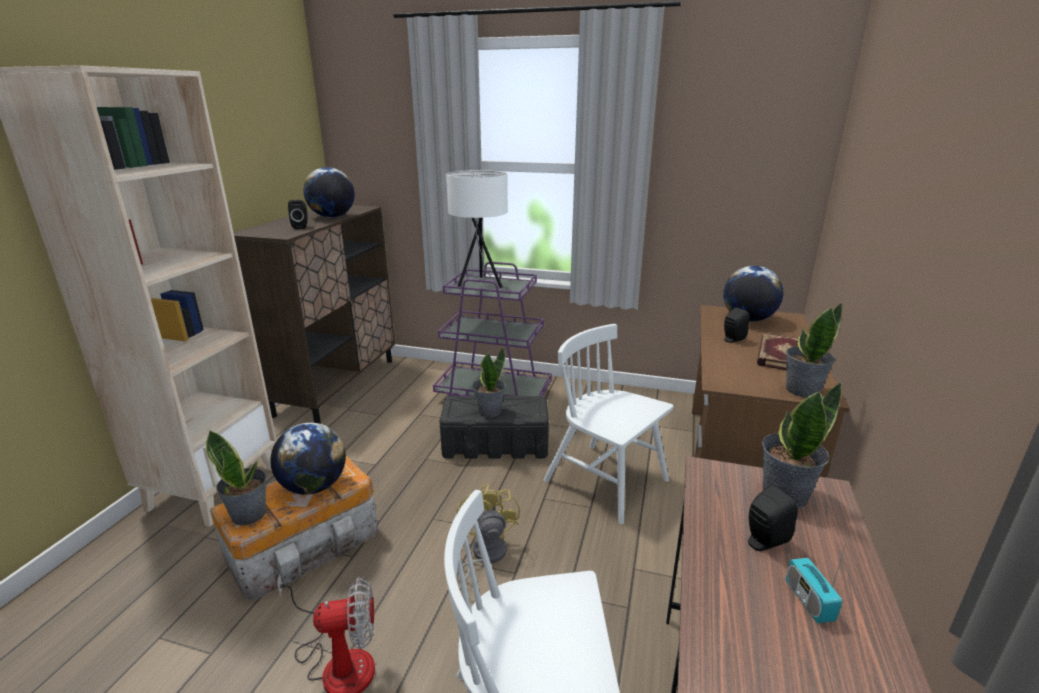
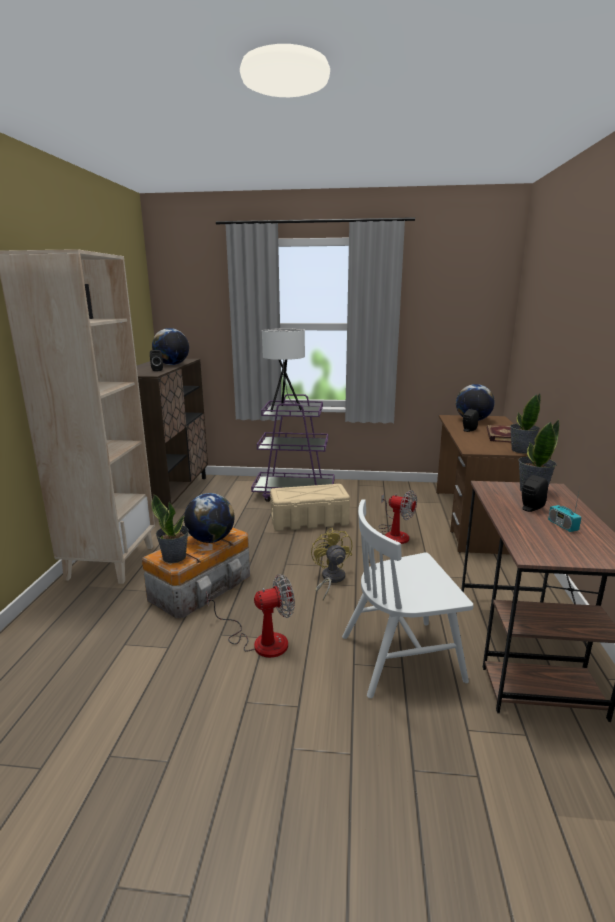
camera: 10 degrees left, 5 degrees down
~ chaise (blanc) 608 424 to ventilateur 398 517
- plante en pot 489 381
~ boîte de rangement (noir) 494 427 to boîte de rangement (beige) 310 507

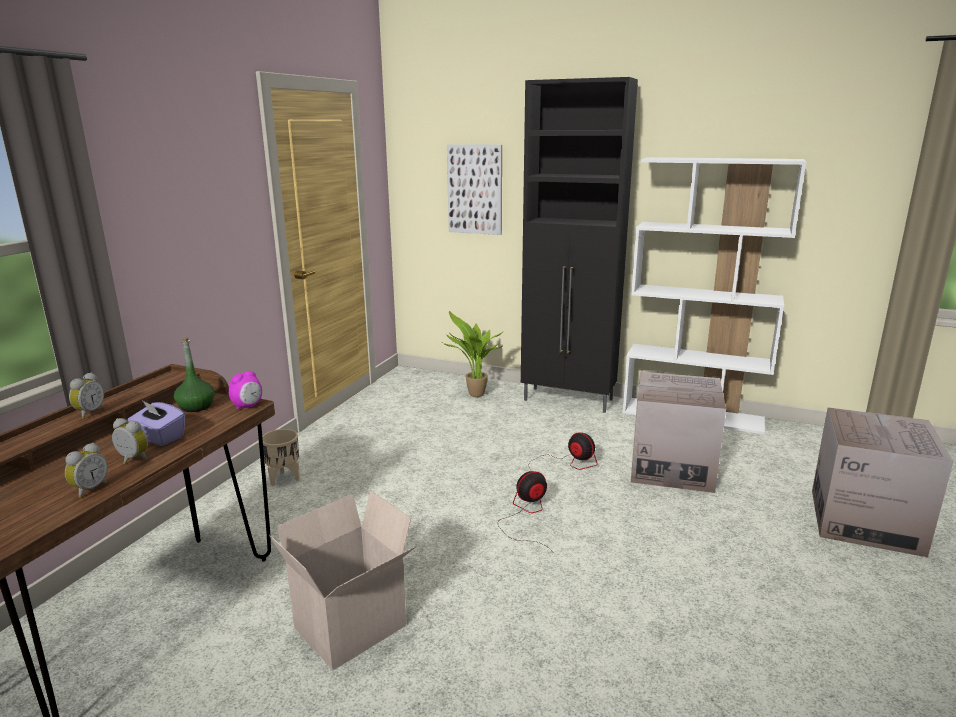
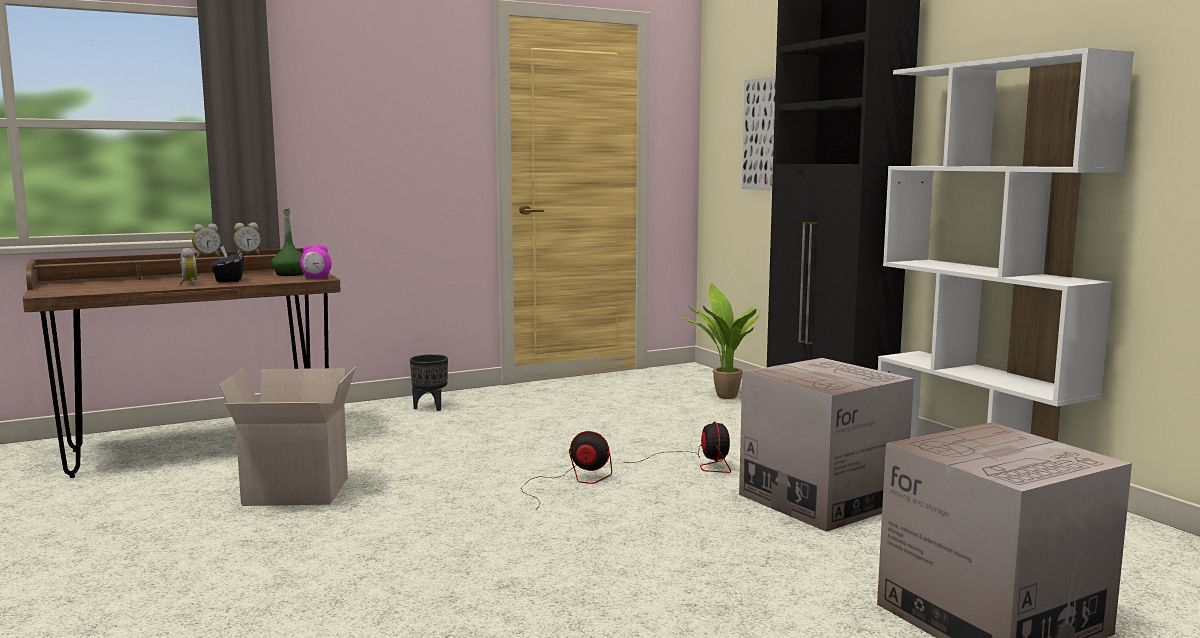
camera: 40 degrees right, 10 degrees down
~ boîte à mouchoirs (violet) 156 423 to boîte à mouchoirs (noir) 227 264
~ cache-pot (beige) 281 457 to cache-pot (noir) 429 382
~ réveil 86 470 to 247 238

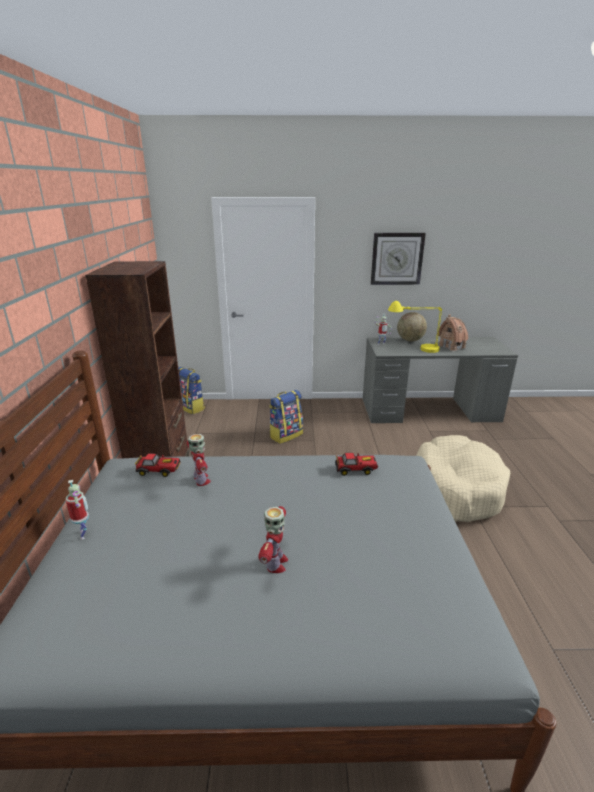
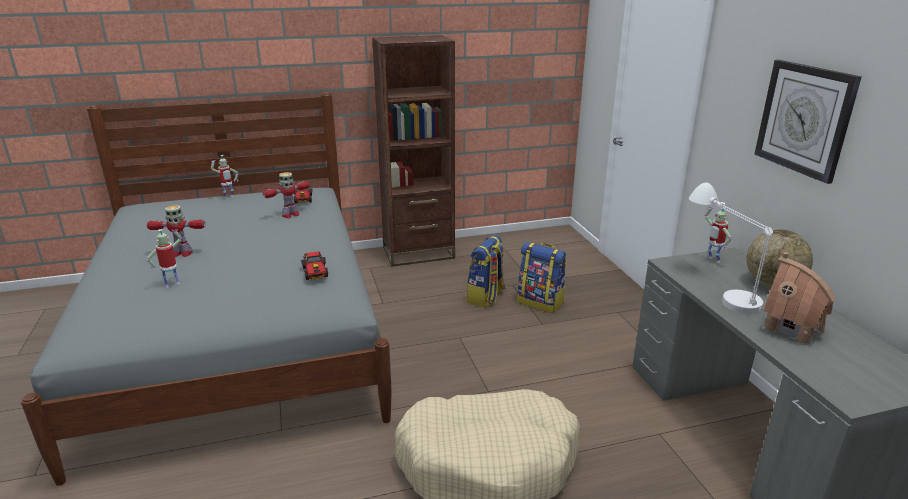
camera: 75 degrees right, 0 degrees up
~ lampe de table (jaune) 415 327 to lampe de table (blanc) 731 248
~ sac à dos 191 390 to 486 271
+ robot jouet 164 258

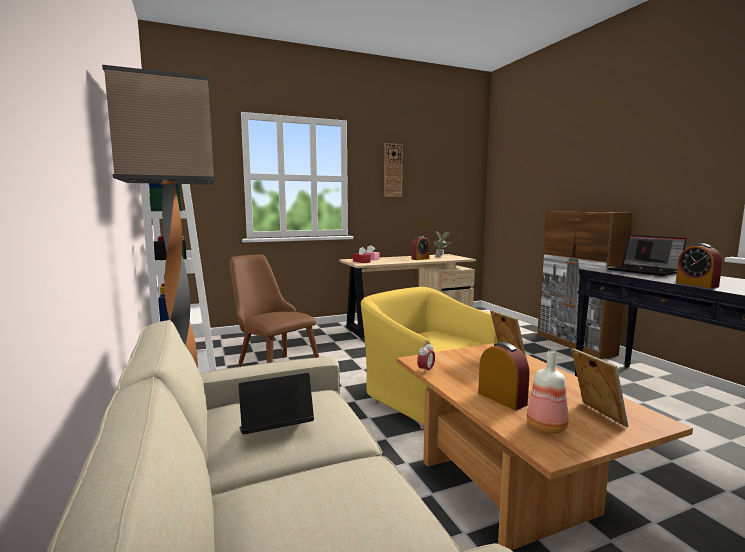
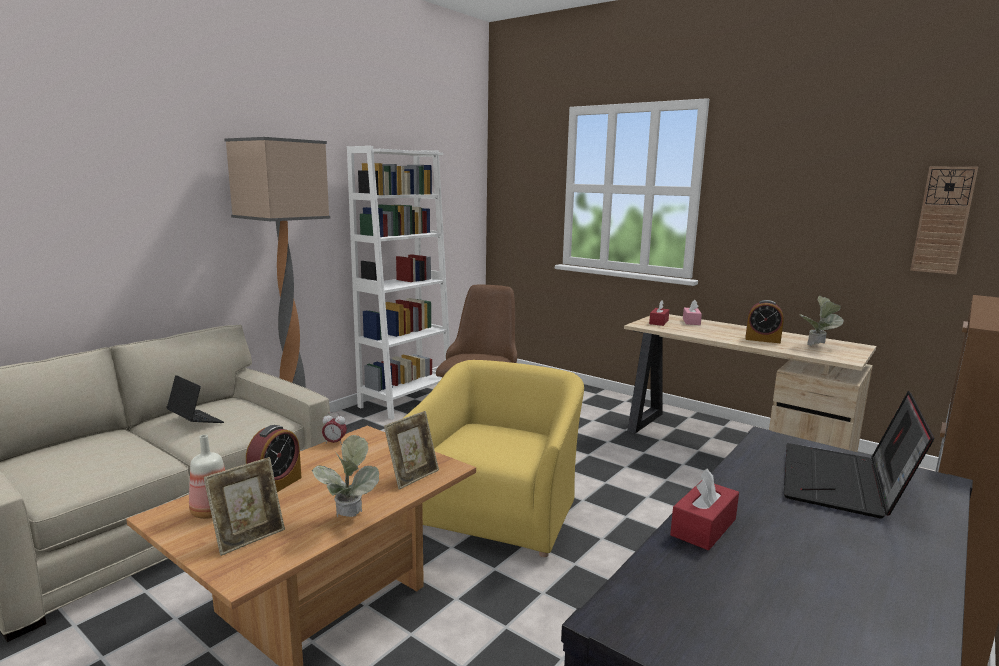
camera: 60 degrees right, 5 degrees up
~ horloge murale 393 170 to 944 221
~ réveil 699 265 to boîte à mouchoirs (rouge) 704 509
+ plante en pot 345 476

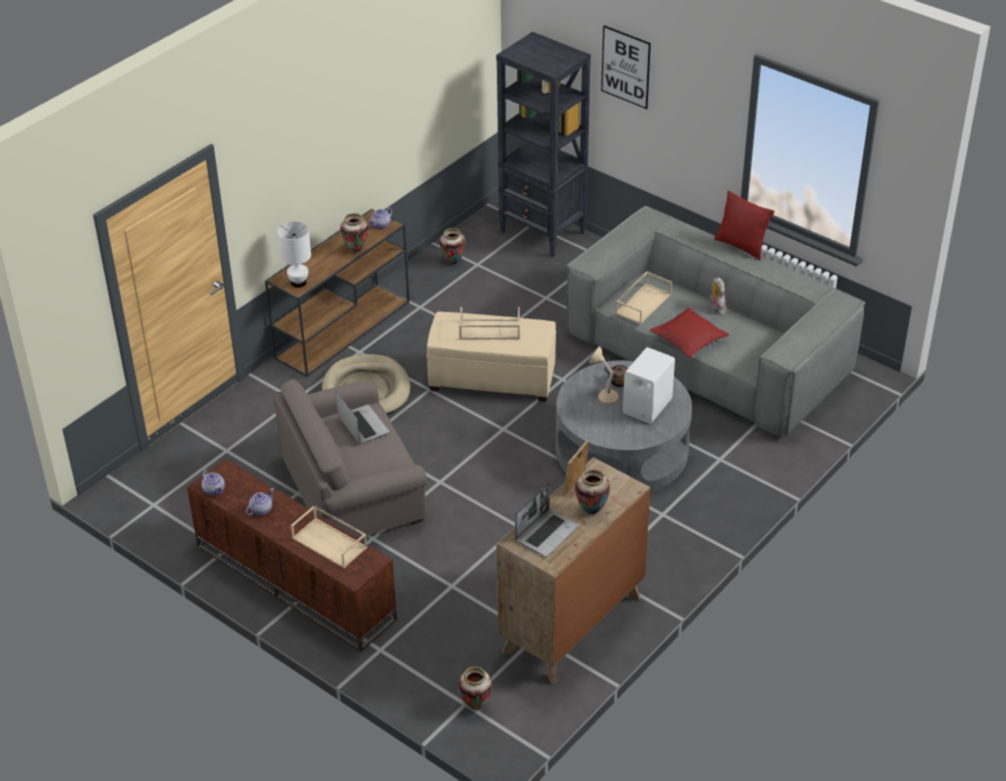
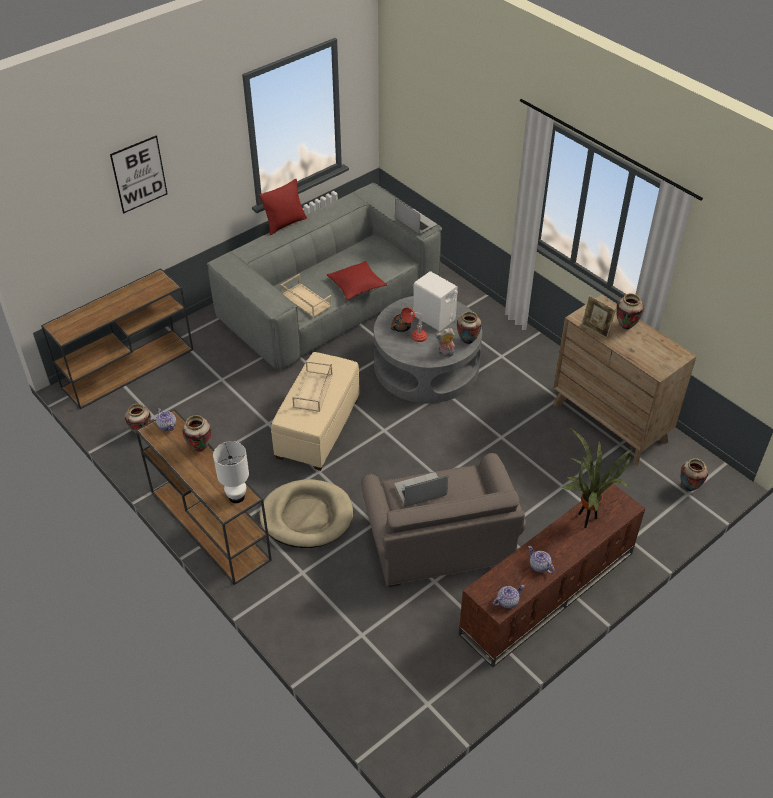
camera: 80 degrees left, 5 degrees up
~ bibliothèque (noir) 543 144 to table console (marron) 117 338
~ peluche 717 296 to 445 342
~ lampe de table (beige) 604 375 to lampe de table (rouge) 414 324
~ ordinateur portable 547 519 to 416 217
~ plateau (beige) 329 537 to plante en pot 598 478
+ vase 469 327

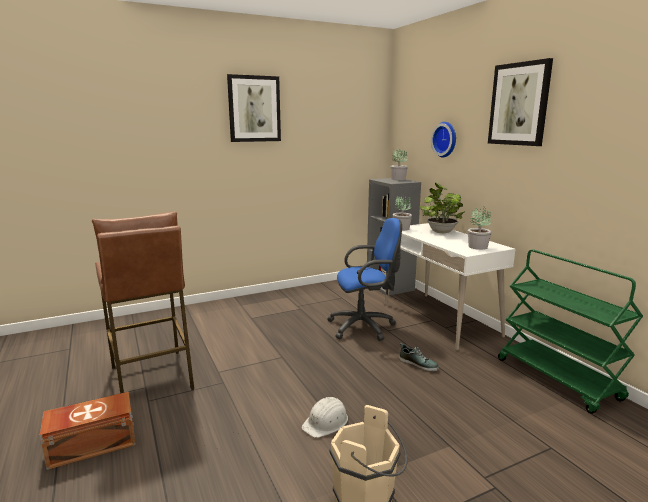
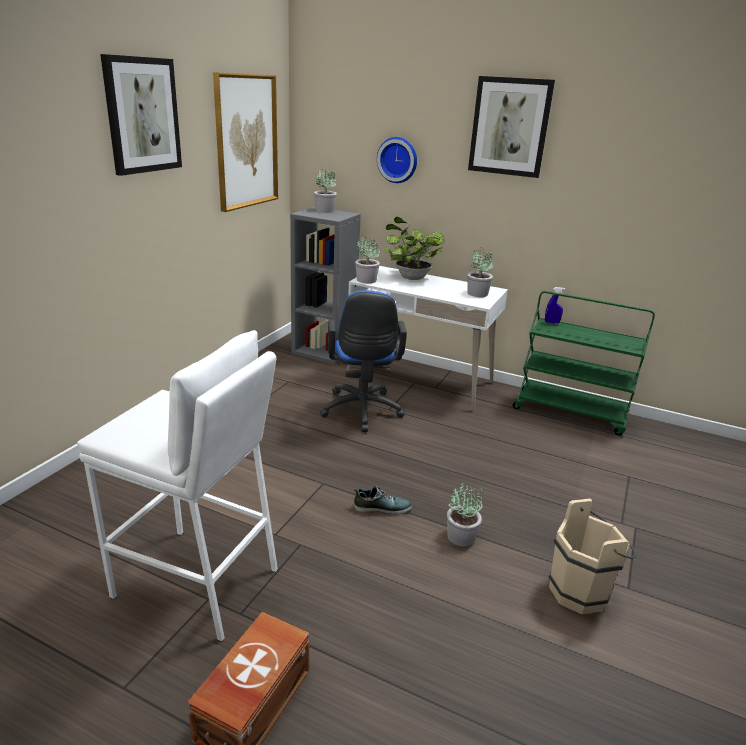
camera: 40 degrees left, 10 degrees up
~ tabouret (marron) 143 302 to tabouret (blanc) 177 486
~ chaise de bureau (bleu) 364 279 = 363 361 135 degrees clockwise
~ chaussure 419 357 to 383 500
~ casque de chantier (blanc) 325 417 to plante en pot 464 514
+ tableau 245 142
+ vaporisateur (bleu) 555 305

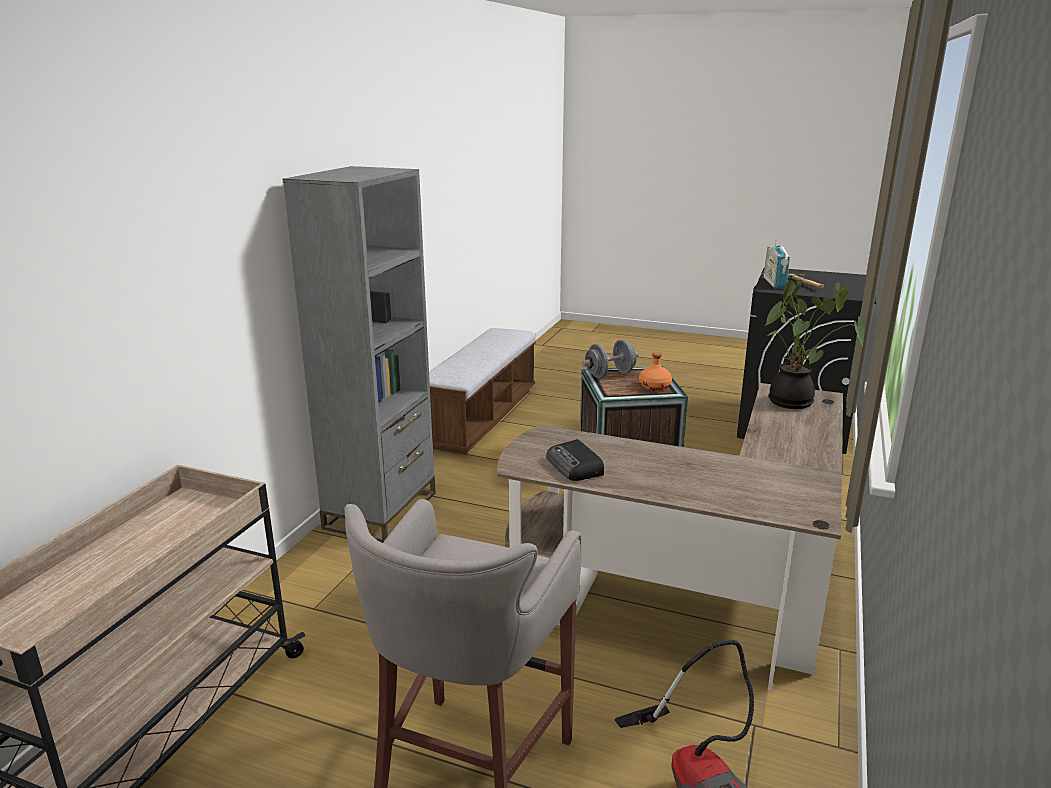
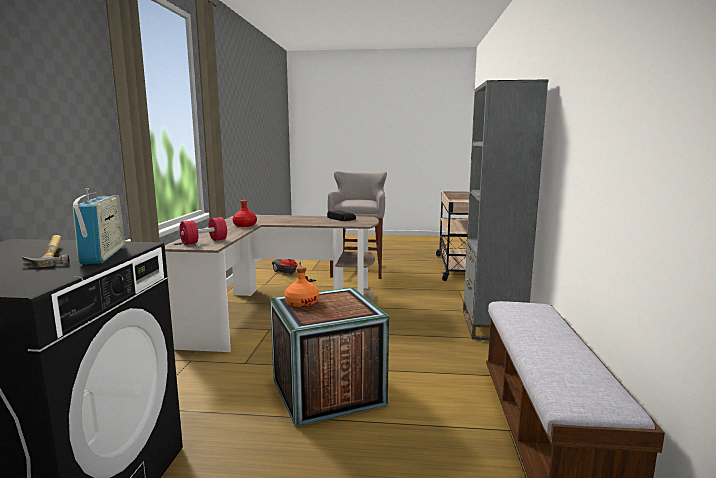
camera: 165 degrees right, 10 degrees down
~ plante en pot 814 344 to haltère (rouge) 203 231
- haltère (gris) 610 359
+ bouteille (rouge) 245 213

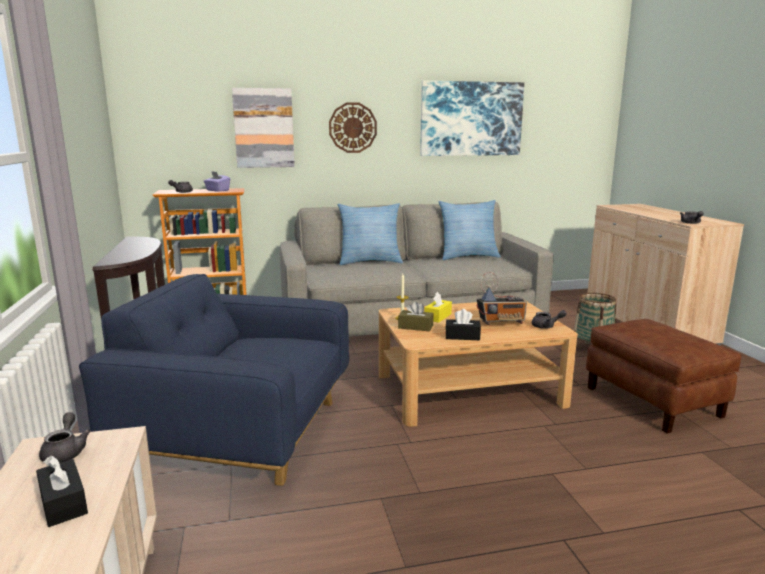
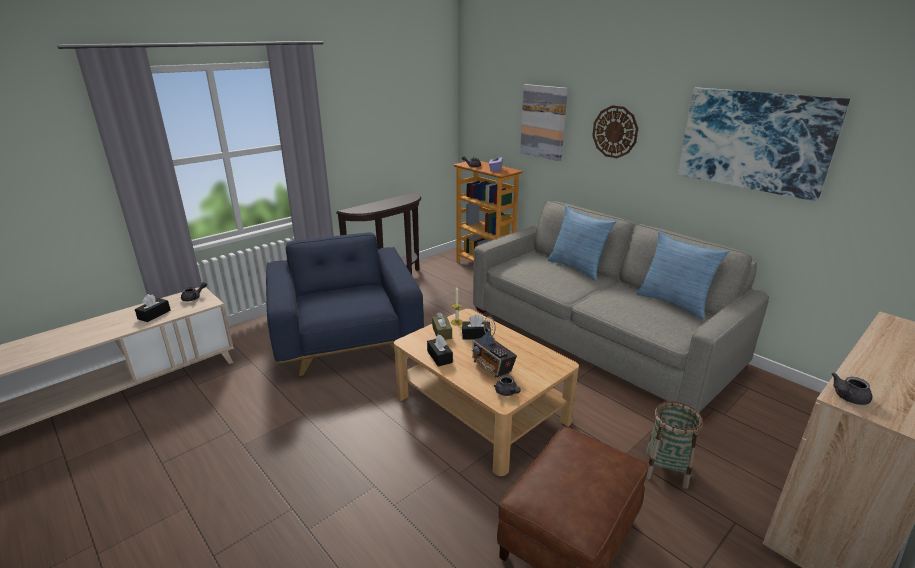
camera: 60 degrees right, 10 degrees up
~ boîte à mouchoirs (jaune) 438 307 to boîte à mouchoirs (noir) 476 326

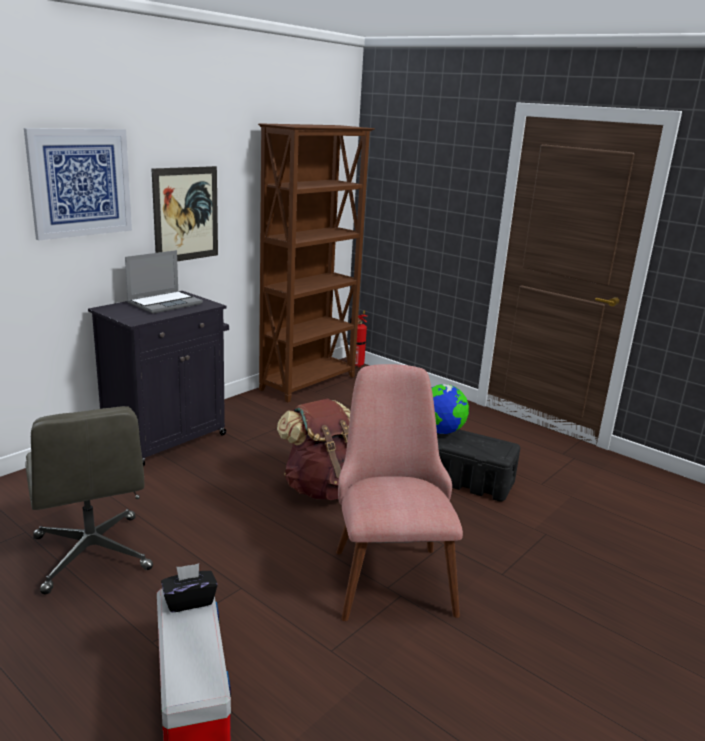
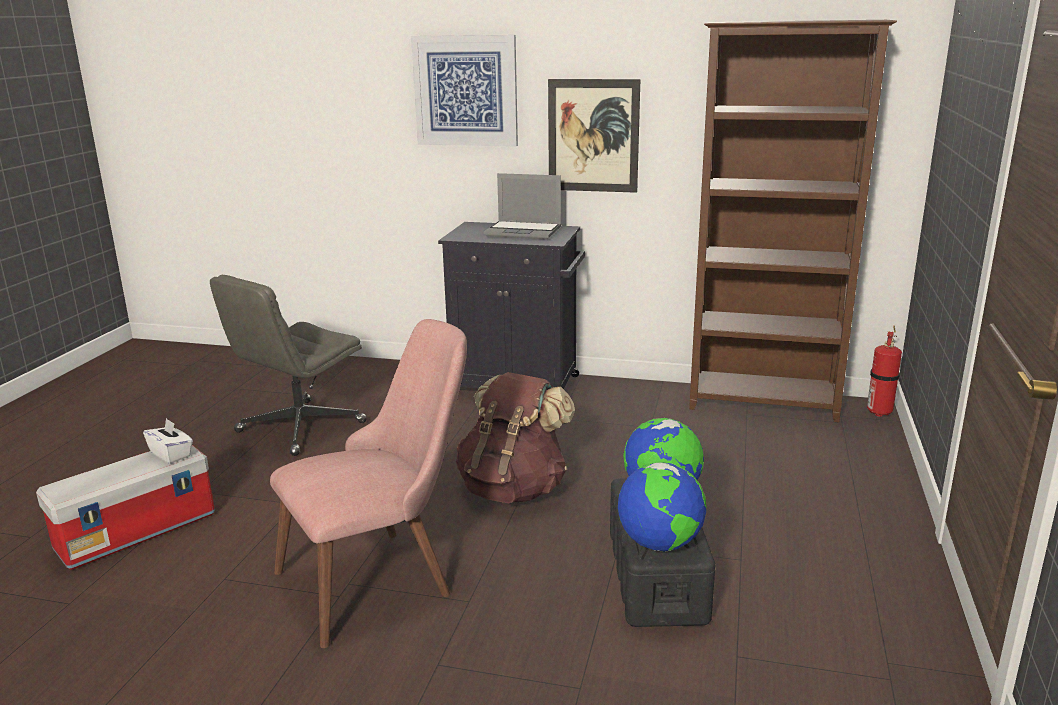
camera: 65 degrees right, 0 degrees up
~ boîte à mouchoirs (noir) 189 588 to boîte à mouchoirs (blanc) 168 441
+ globe 662 507

